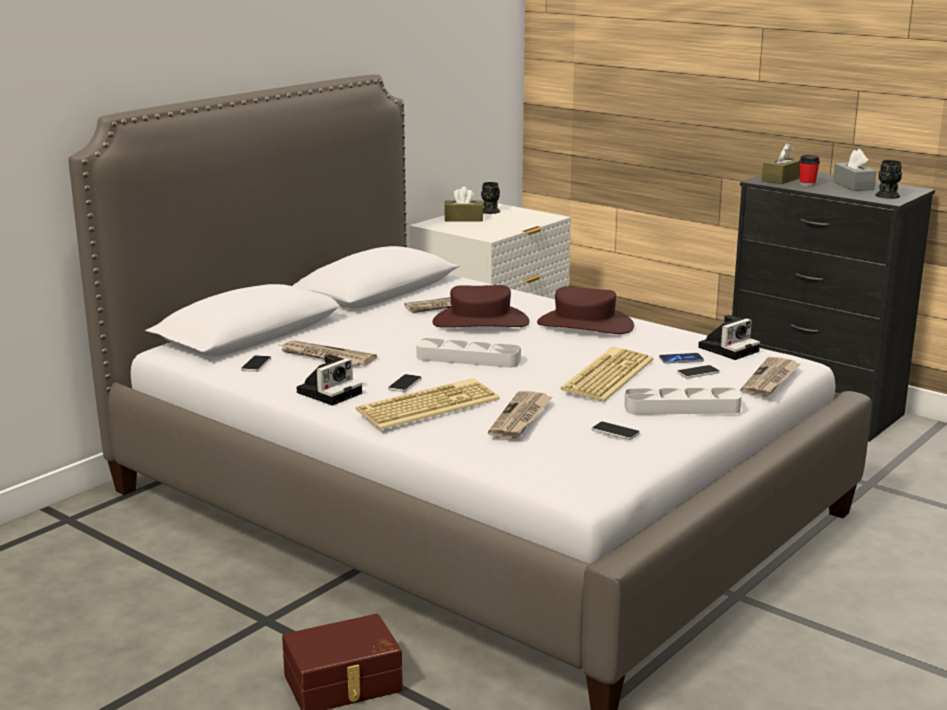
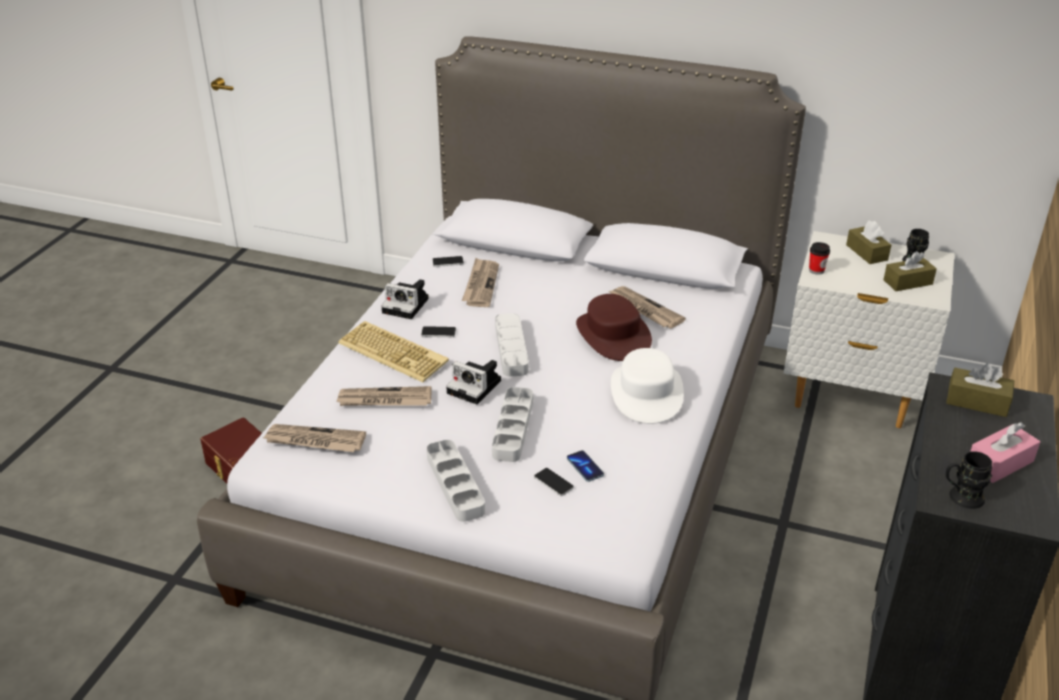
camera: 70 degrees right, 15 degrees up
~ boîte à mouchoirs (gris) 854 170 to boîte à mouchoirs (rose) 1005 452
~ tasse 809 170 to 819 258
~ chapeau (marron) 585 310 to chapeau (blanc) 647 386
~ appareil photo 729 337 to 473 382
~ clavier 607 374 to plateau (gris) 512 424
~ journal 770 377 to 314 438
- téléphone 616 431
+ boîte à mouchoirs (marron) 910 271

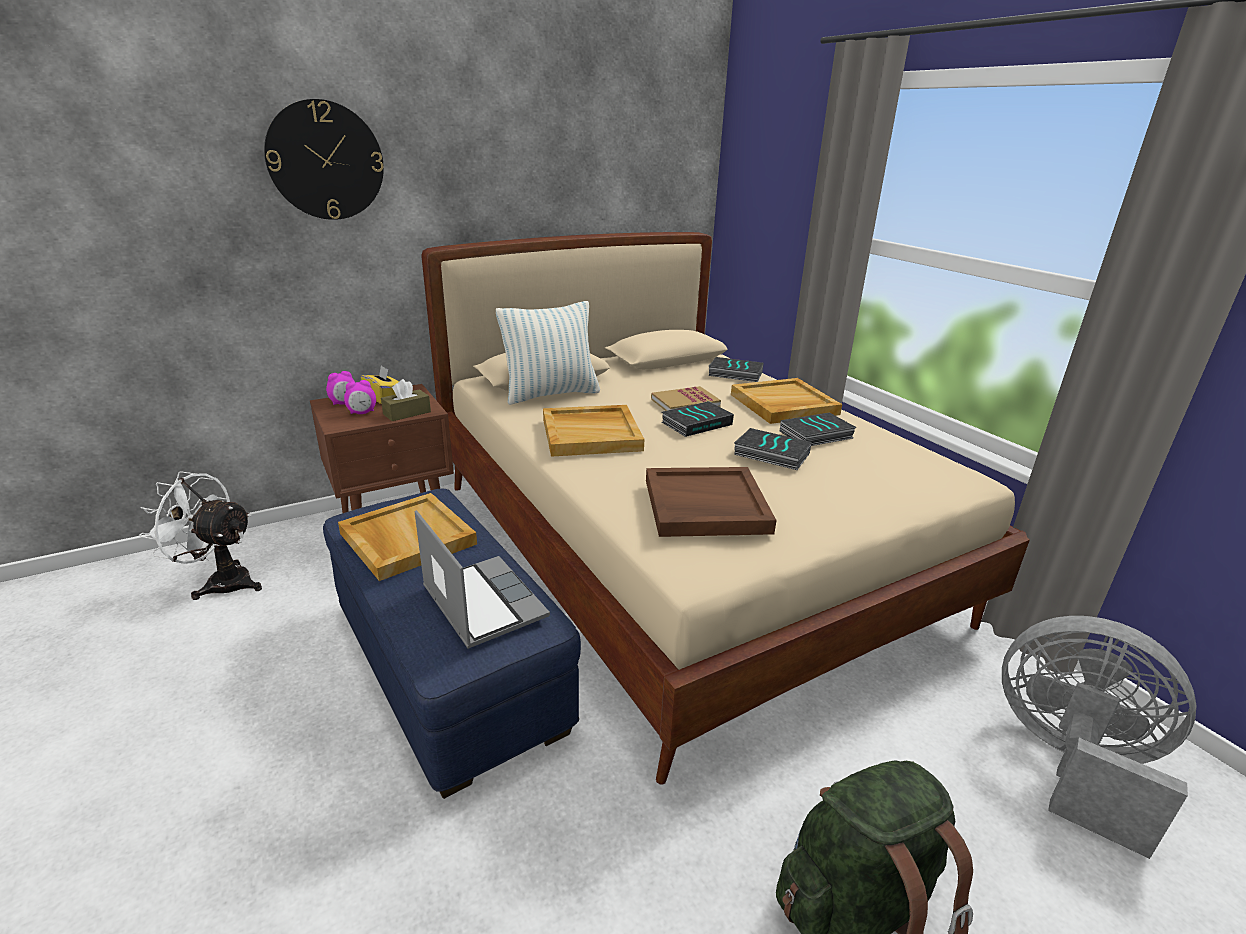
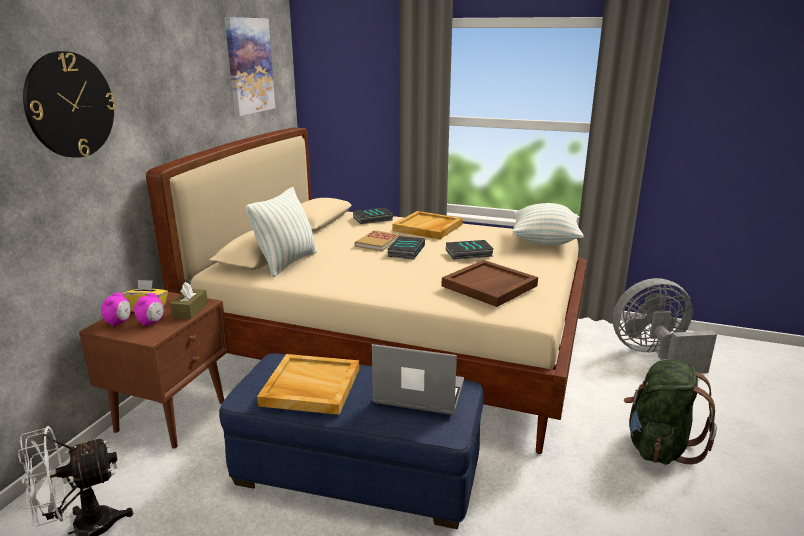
camera: 40 degrees left, 5 degrees down
- plateau (beige) 593 431
- livre 818 429
+ tableau 250 66
+ coussin 548 224

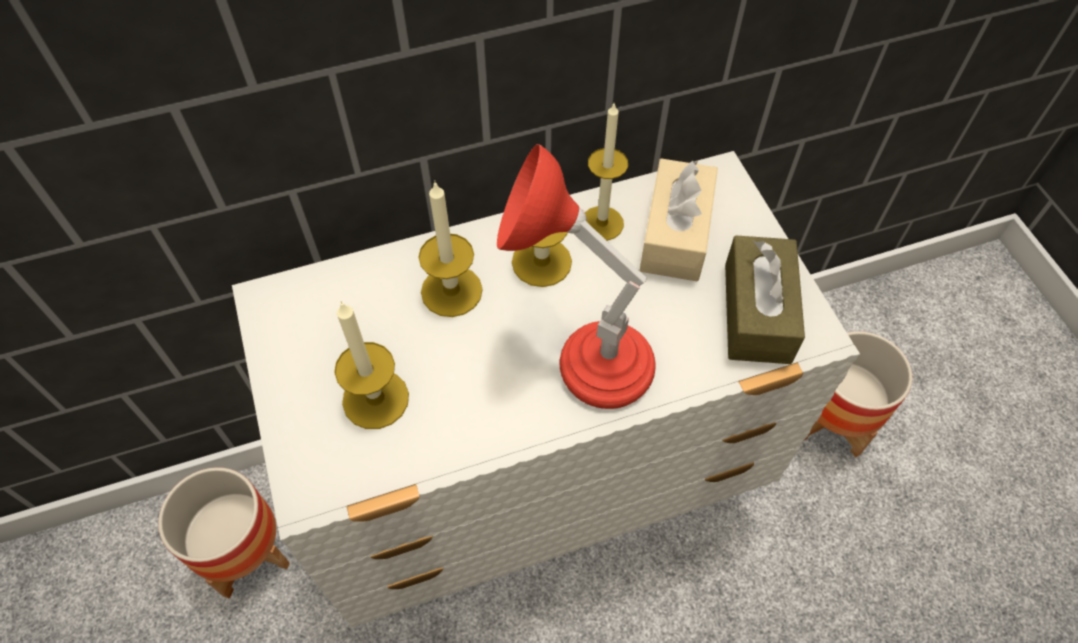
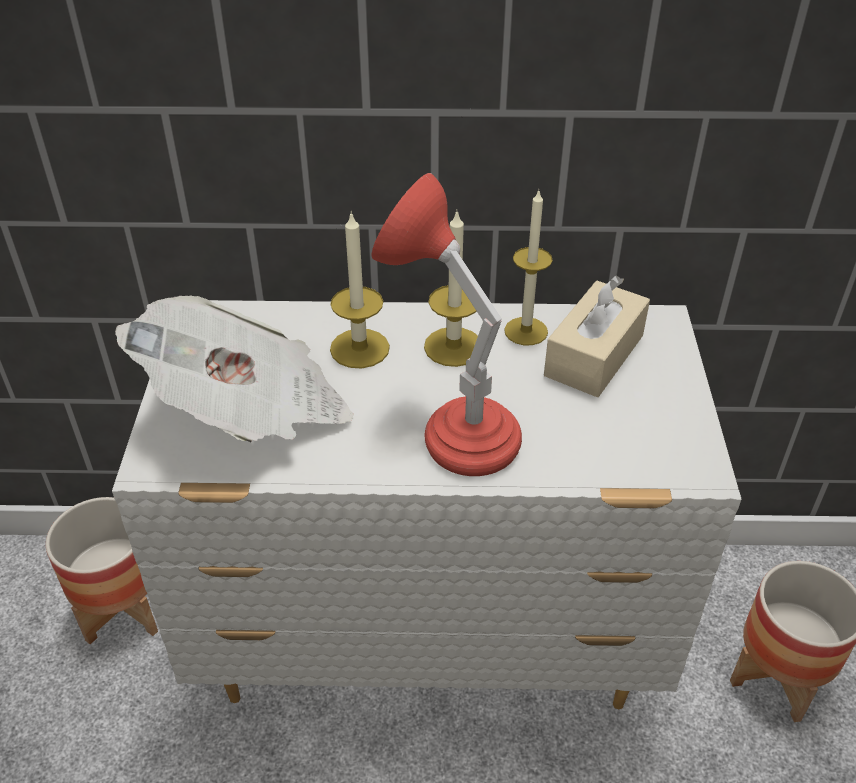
camera: 20 degrees right, 15 degrees down
- boîte à mouchoirs (marron) 765 299
~ bougie 371 365 to journal 234 368

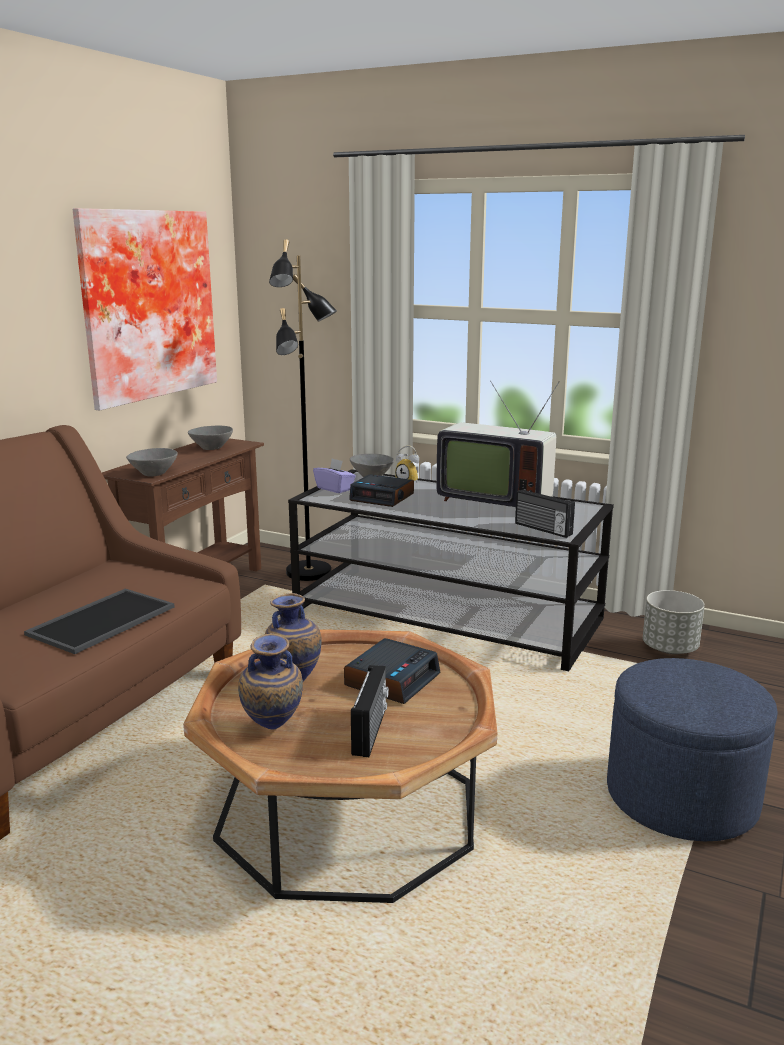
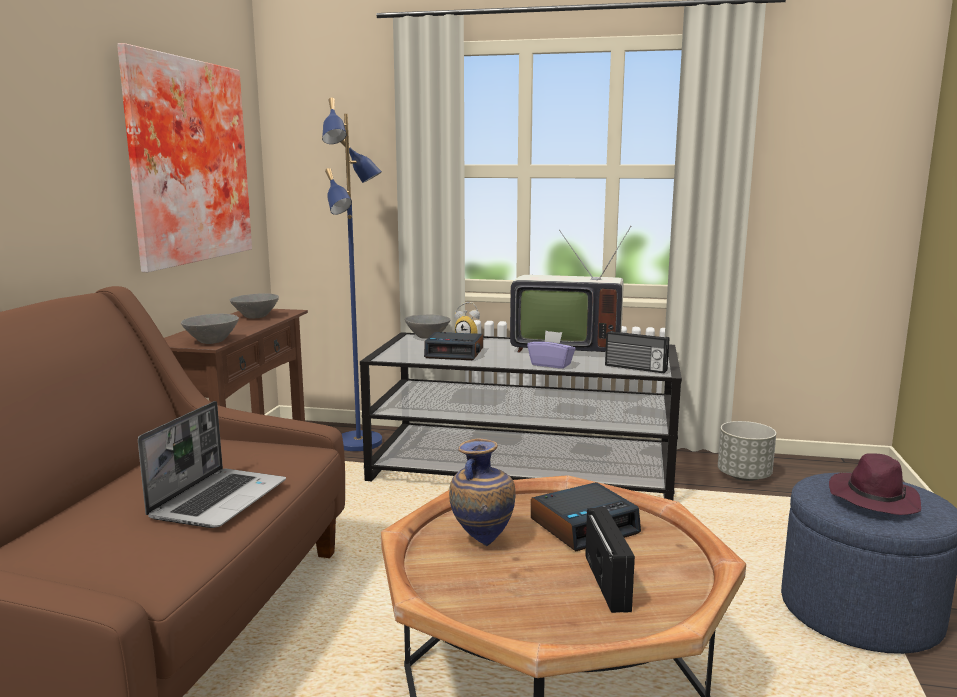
camera: 15 degrees left, 5 degrees down
~ lampadaire (noir) 303 410 to lampadaire (bleu) 352 274
~ boîte à mouchoirs (violet) 334 475 to 551 350
~ plateau 99 621 to ordinateur portable 212 464
- vase 270 681
~ réveil 392 671 = 586 516 45 degrees clockwise
+ chapeau (violet) 875 484

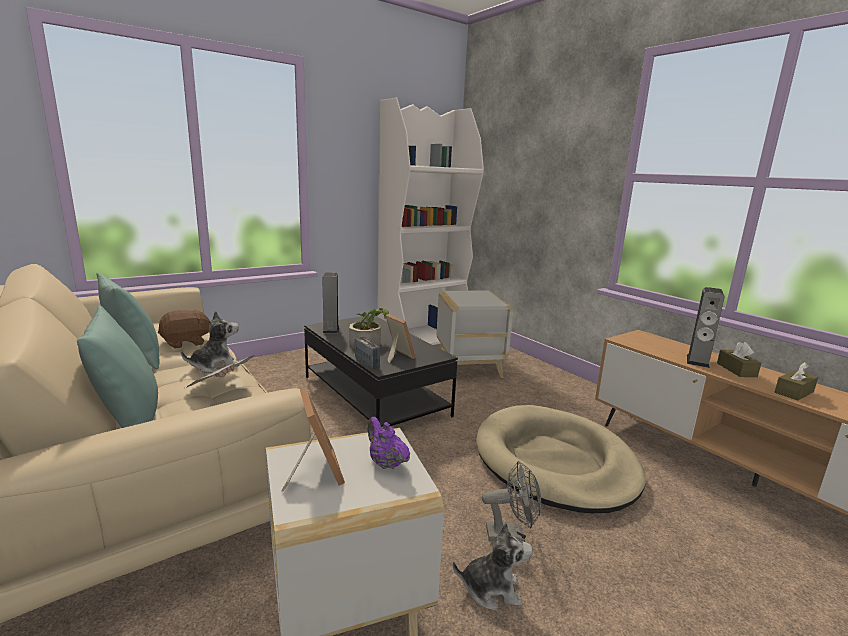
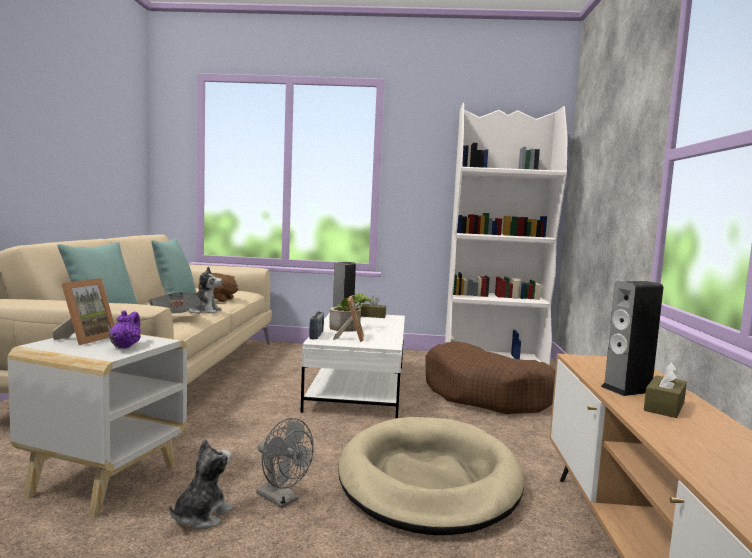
camera: 40 degrees right, 10 degrees down
~ table d'appoint (blanc) 475 334 to panier pour chien (marron) 490 377
~ table basse (noir) 381 371 to table basse (blanc) 353 366
~ boîte à mouchoirs (marron) 796 381 to 373 307
~ peluche 493 566 = 201 484 105 degrees counterclockwise

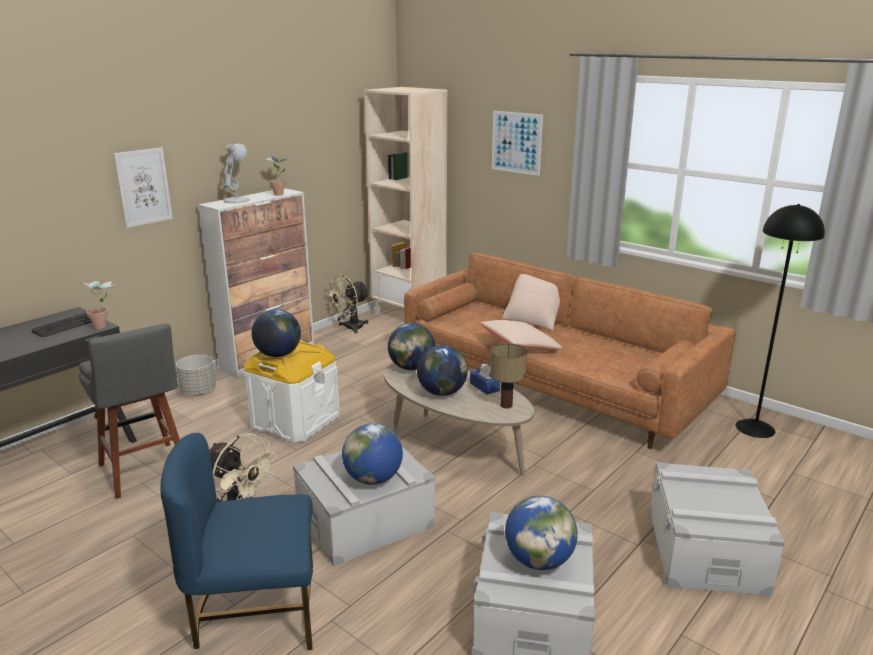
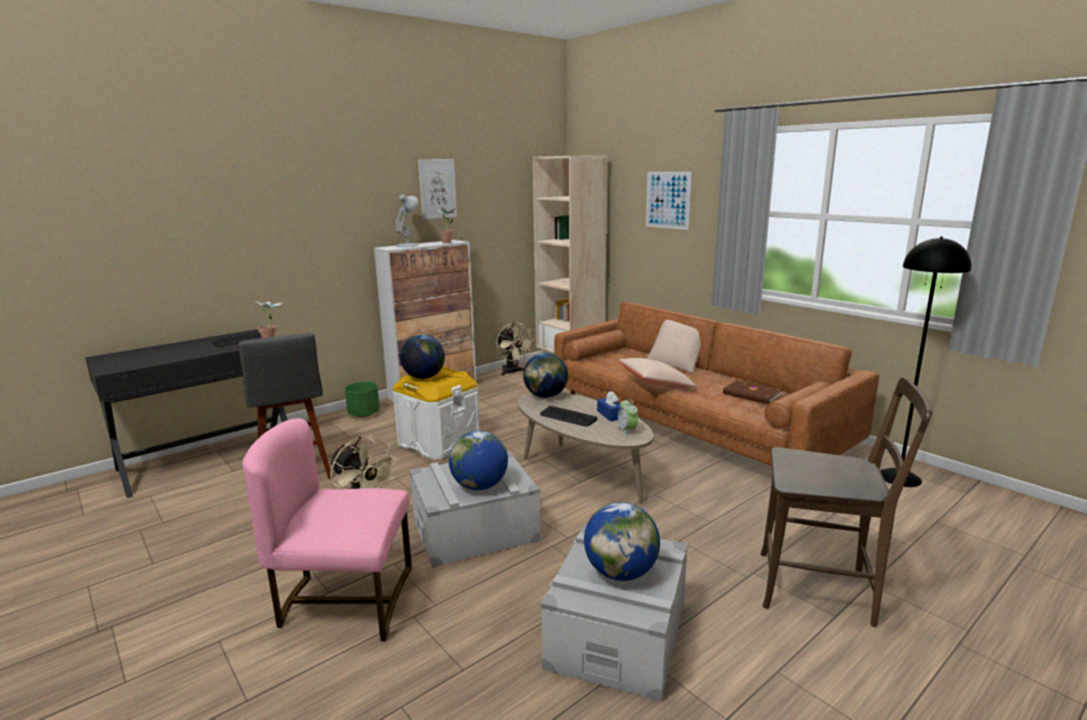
camera: 10 degrees right, 5 degrees down
~ tableau 143 187 to 437 189
~ ventilateur (beige) 347 303 = 515 349 90 degrees counterclockwise
~ lampe de table 508 375 to réveil 627 417
~ globe 442 370 to clavier 568 416
~ cache-pot (gris) 196 375 to cache-pot (vert) 362 399
~ chaise (bleu) 236 541 to chaise (rose) 327 530
~ boîte de rangement (gris) 717 529 to chaise (marron) 846 502
+ livre (marron) 752 392

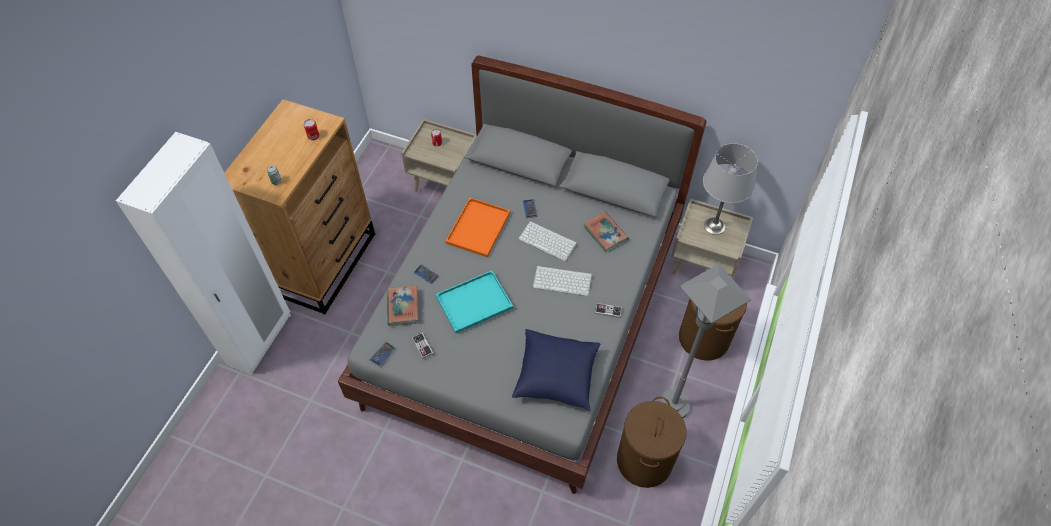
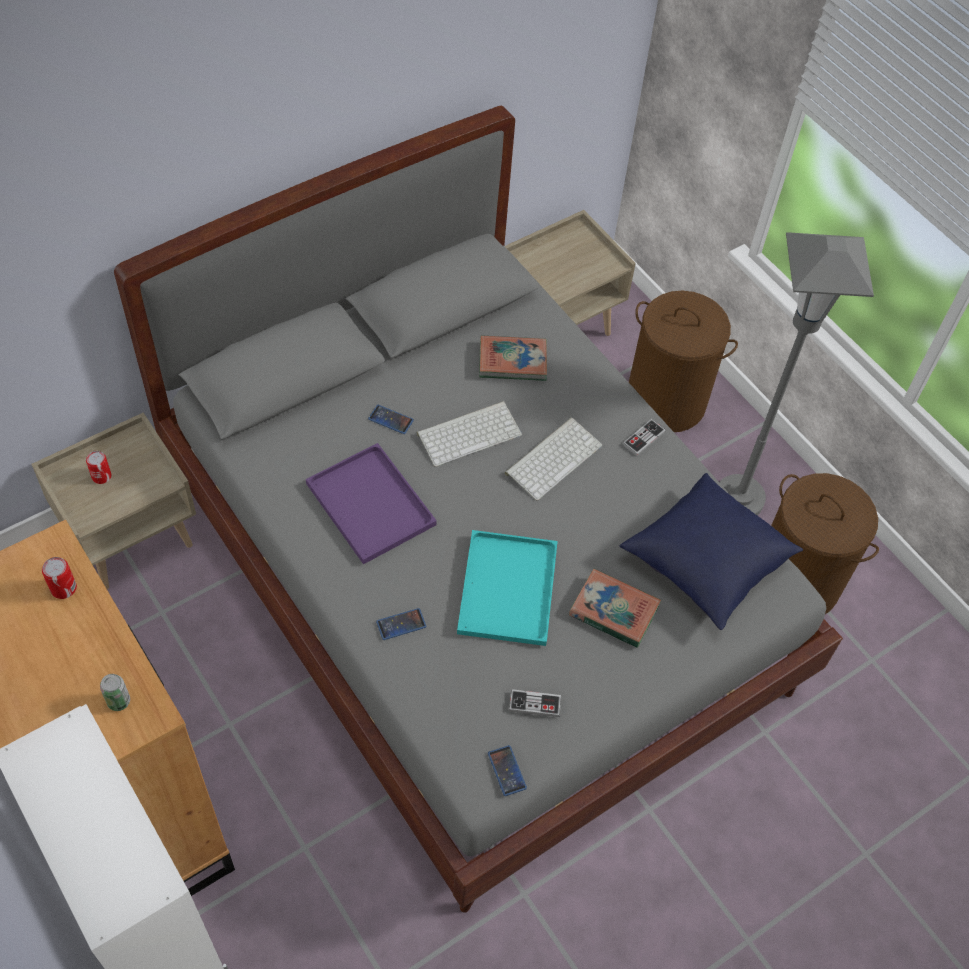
camera: 60 degrees left, 0 degrees up
- lampe de table (gris) 730 189
~ plateau (orange) 477 227 to plateau (violet) 371 503
~ livre 403 305 to 615 608

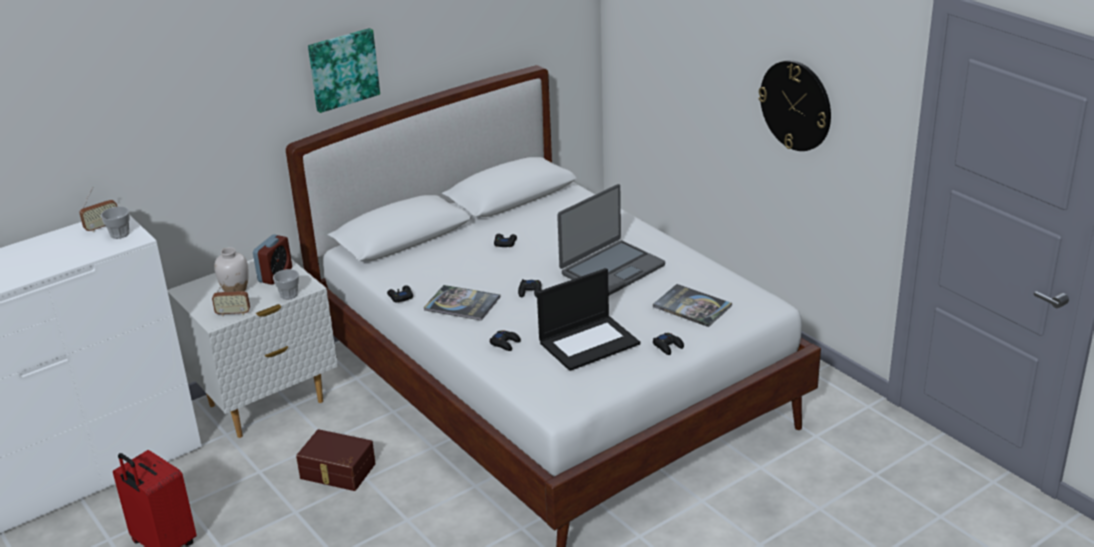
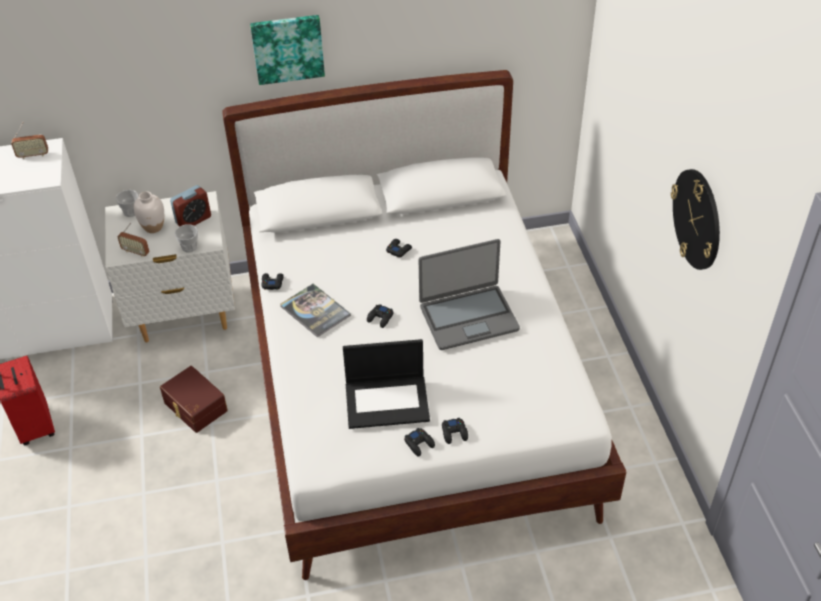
camera: 25 degrees right, 15 degrees up
~ tasse 115 222 to 127 203
- livre 692 305
~ manette (noir) 505 340 to 419 442

